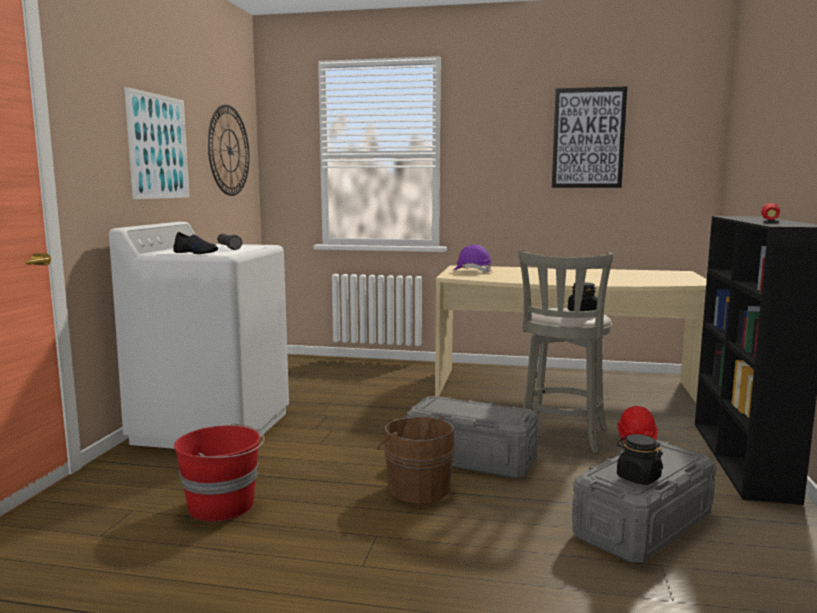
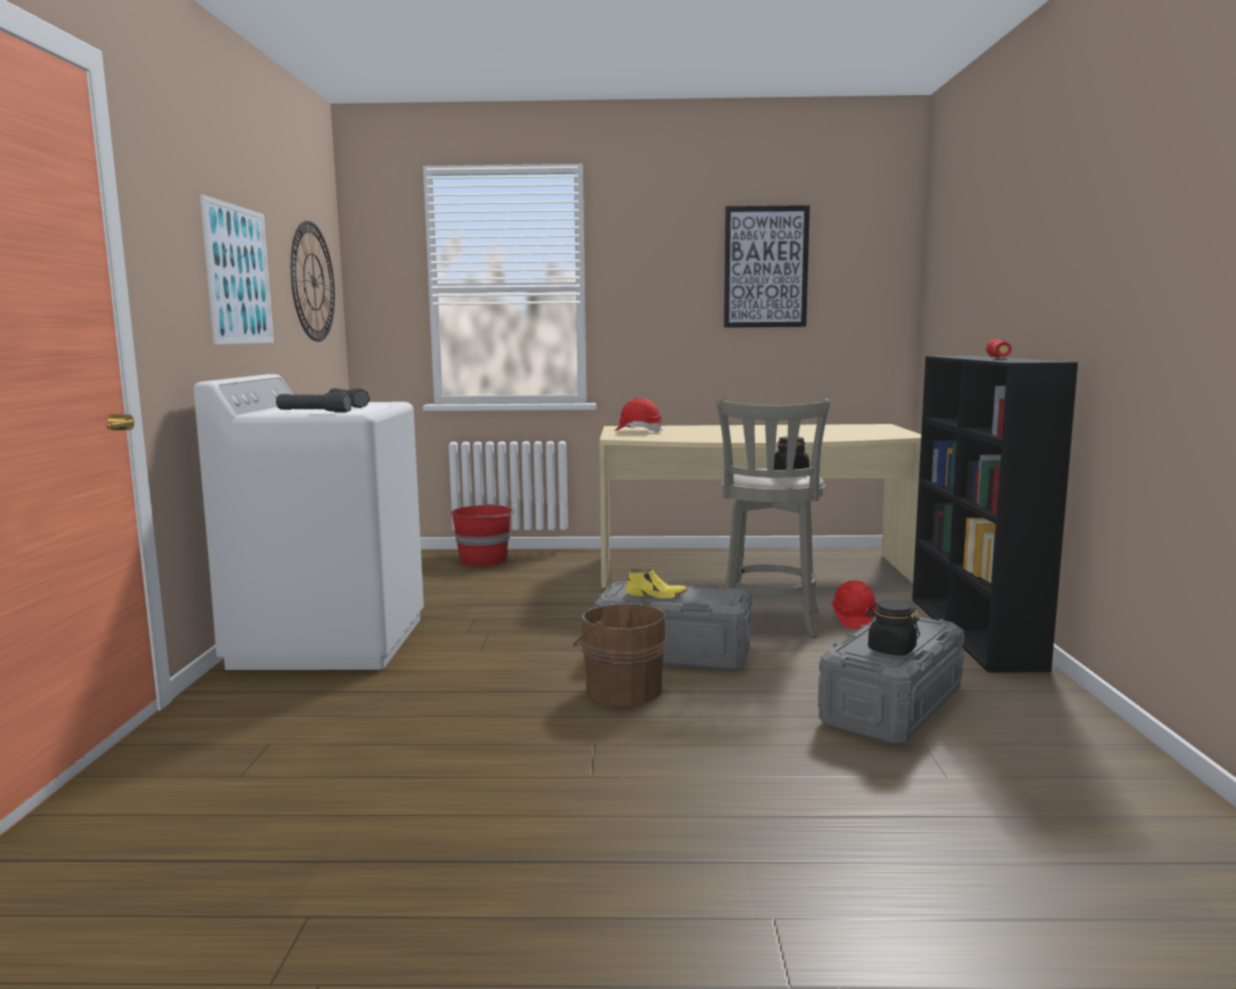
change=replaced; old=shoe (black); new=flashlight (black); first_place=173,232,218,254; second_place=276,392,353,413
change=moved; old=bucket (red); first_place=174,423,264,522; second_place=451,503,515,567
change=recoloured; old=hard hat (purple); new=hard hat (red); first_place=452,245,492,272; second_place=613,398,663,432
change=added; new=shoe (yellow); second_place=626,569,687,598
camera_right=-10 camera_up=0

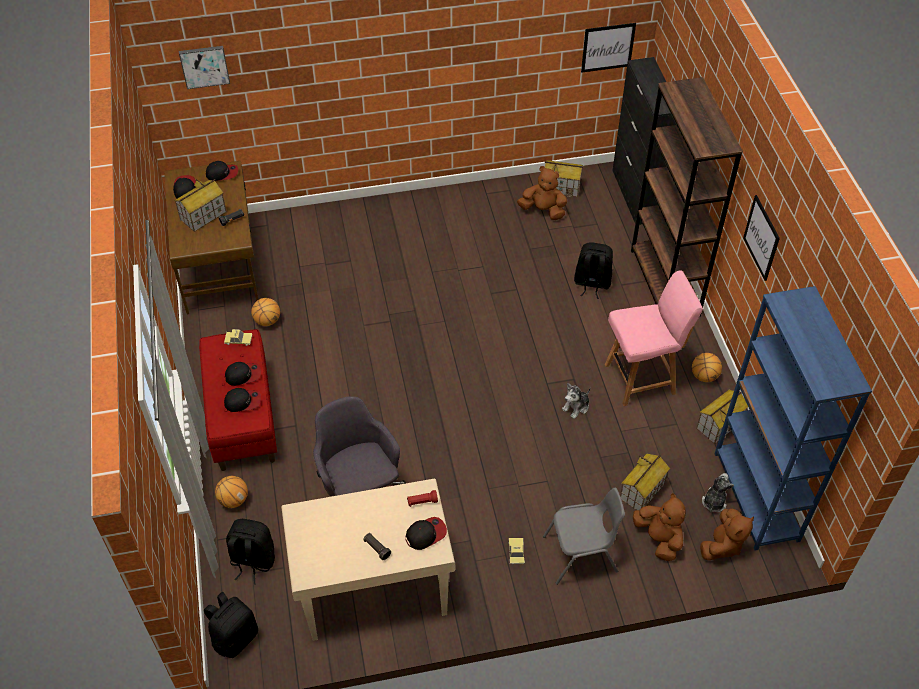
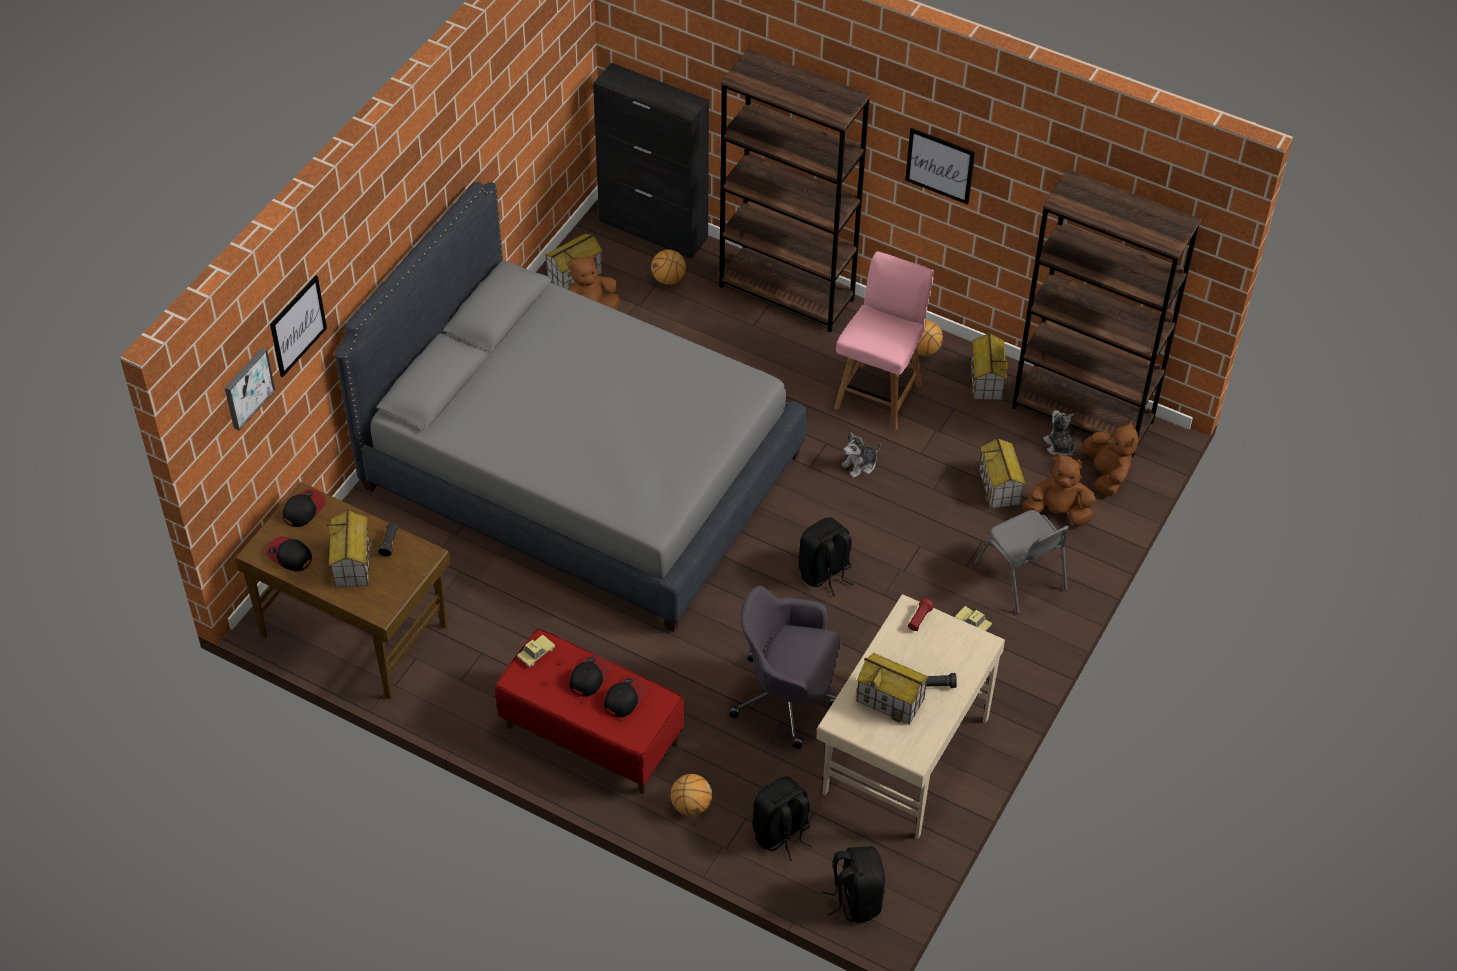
change=moved; old=picture; first_place=581,23,636,73; second_place=270,275,327,378
change=added; new=bed (grey); second_place=335,182,807,632
change=moved; old=basketball; first_place=251,298,280,326; second_place=651,250,686,285
change=moved; old=backpack (black); first_place=574,242,613,299; second_place=799,517,853,596
change=turned; old=plush toy; first_place=562,383,590,419; second_place=841,432,881,478; degrees=60
change=added; new=toy house; second_place=856,653,928,725
change=turned; old=chair (grey); first_place=543,488,625,585; second_place=974,510,1070,614; degrees=120
change=recoloured; old=bookcase (blue); new=bookcase (brown); first_place=714,286,872,550; second_place=1012,169,1201,458
change=removed; old=cap; first_place=405,517,447,550
camera_right=-50 camera_up=0

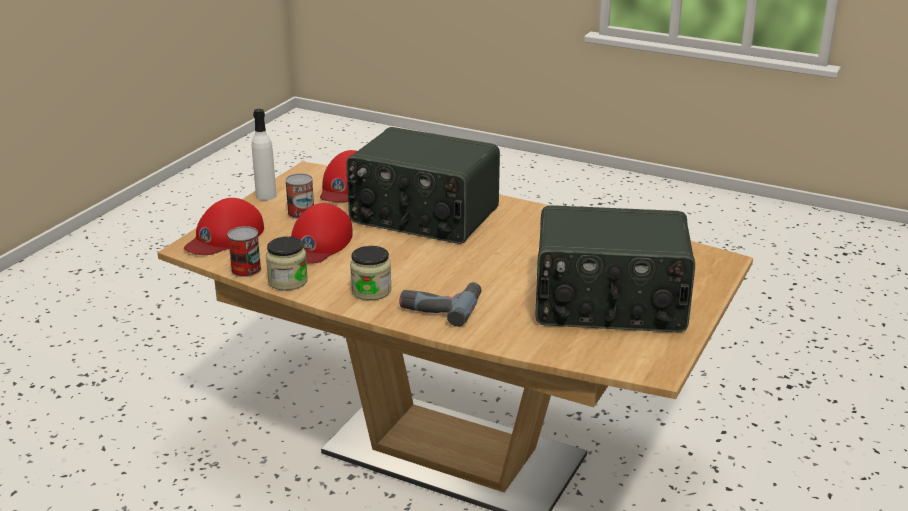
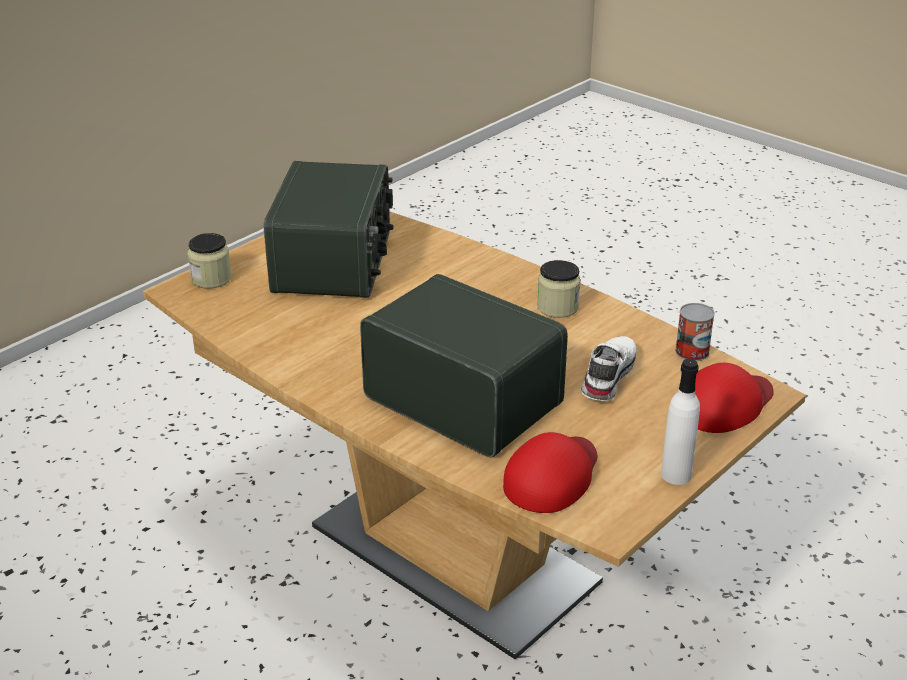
change=moved; old=jar; first_place=266,236,308,290; second_place=187,233,232,289
change=turned; old=radio; first_place=535,205,695,332; second_place=264,161,394,298; degrees=75
change=replaced; old=cap (red); new=shoe (white); first_place=291,203,353,264; second_place=581,336,637,401
change=removed; old=can; first_place=285,173,314,219
change=removed; old=power drill; first_place=399,282,481,327
camera_right=-165 camera_up=5

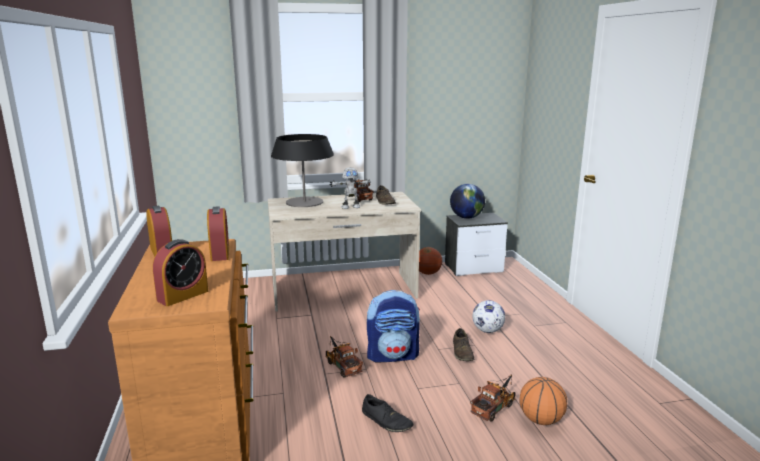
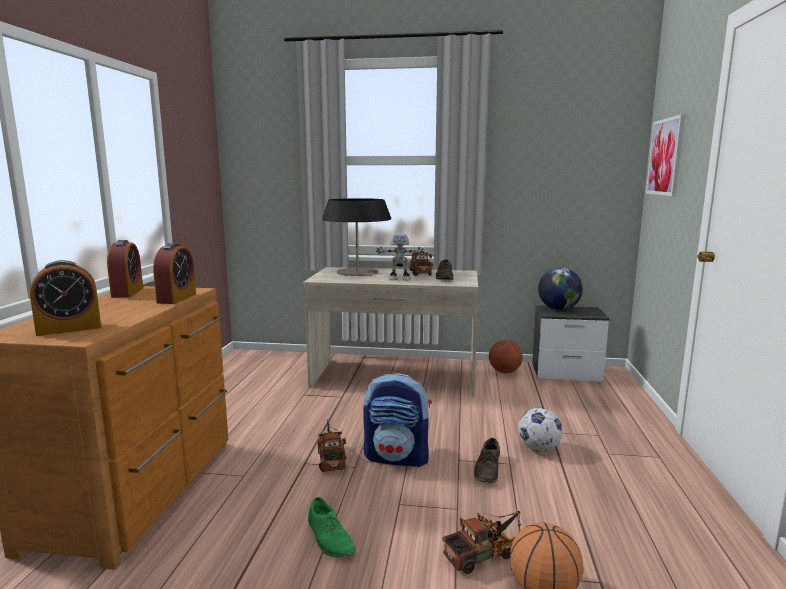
change=recoloured; old=shoe (black); new=shoe (green); first_place=362,394,413,432; second_place=308,497,356,557
change=added; new=picture; second_place=646,114,685,196
camera_right=20 camera_up=-5

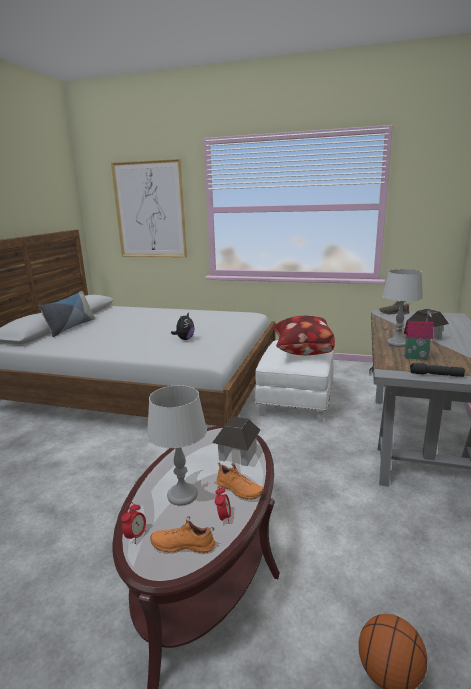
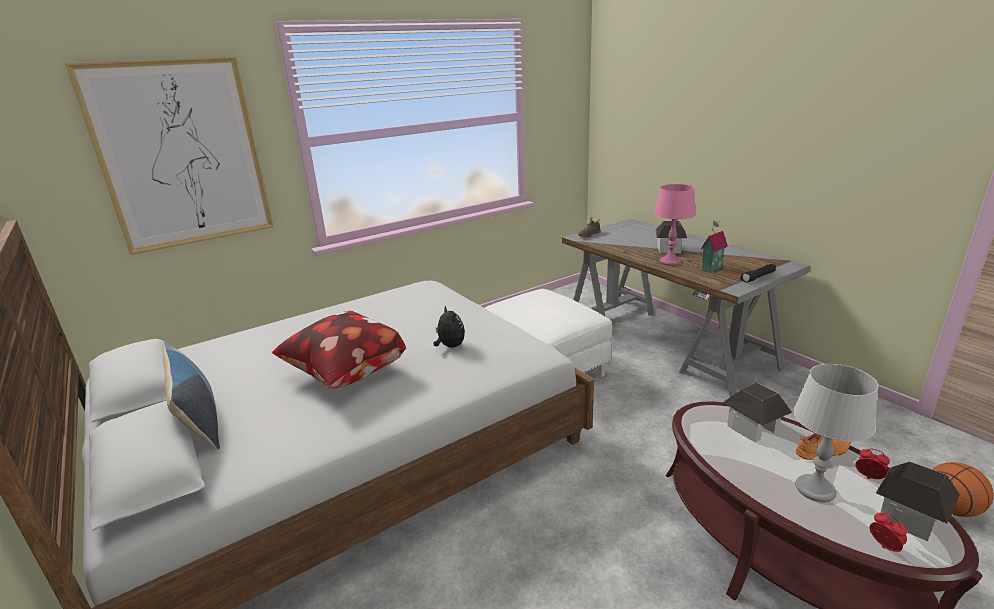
change=moved; old=pillow; first_place=273,316,335,355; second_place=272,311,406,388
change=recoloured; old=table lamp (grey); new=table lamp (pink); first_place=382,269,423,347; second_place=654,184,696,266
change=replaced; old=shoe (orange); new=toy house; first_place=150,516,215,554; second_place=876,462,960,541
camera_right=-50 camera_up=5

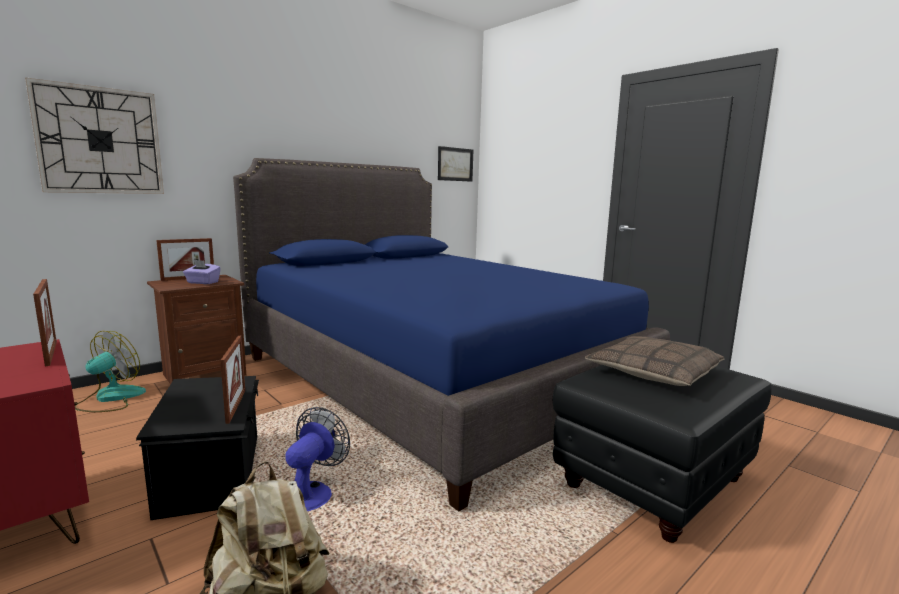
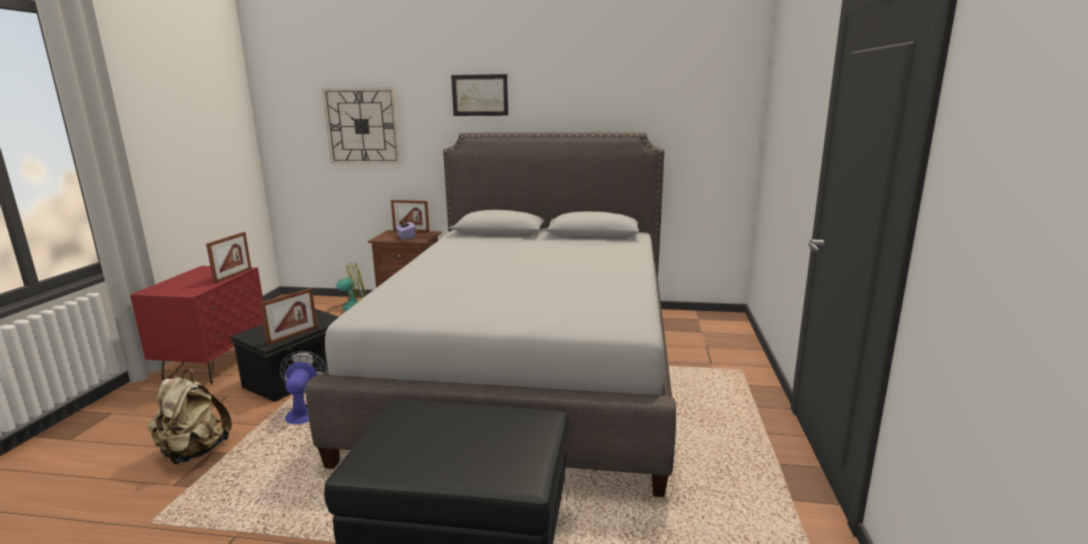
change=turned; old=fan; first_place=285,407,350,511; second_place=280,351,327,424; degrees=-75
change=recoloured; old=bed (blue); new=bed (grey); first_place=233,158,670,512; second_place=306,132,676,497
change=moved; old=picture; first_place=438,146,473,182; second_place=451,74,508,116
change=removed; old=pillow; first_place=585,336,724,386
camera_right=50 camera_up=5

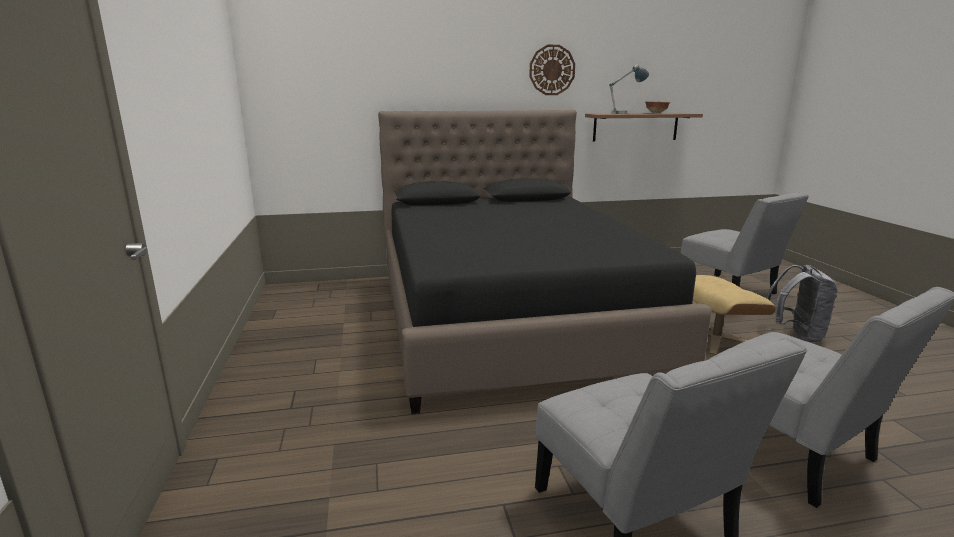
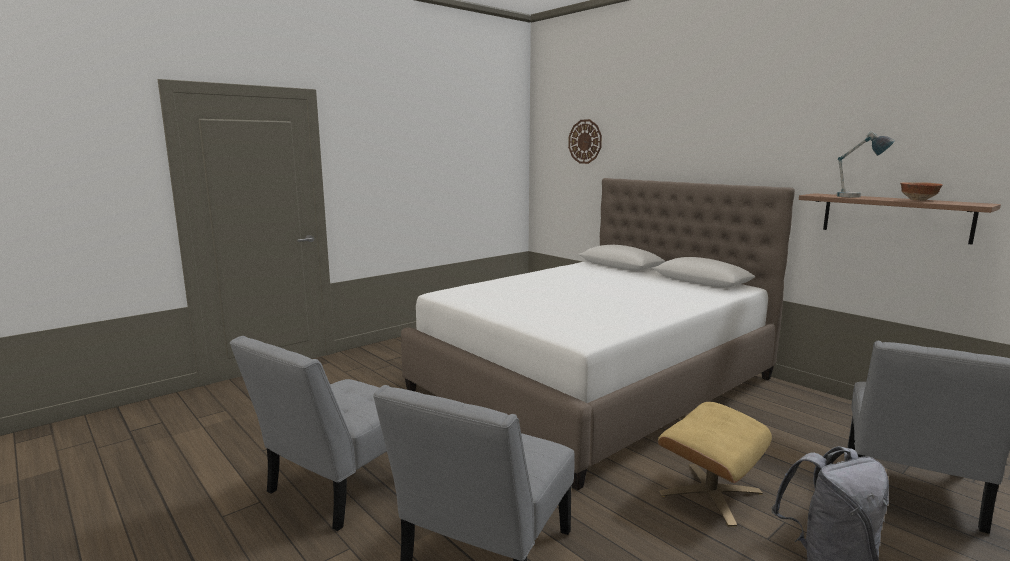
change=recoloured; old=bed (black); new=bed (white); first_place=378,110,712,414; second_place=401,178,795,490
change=moved; old=wall clock; first_place=529,45,575,95; second_place=568,119,602,164
camera_right=60 camera_up=-5

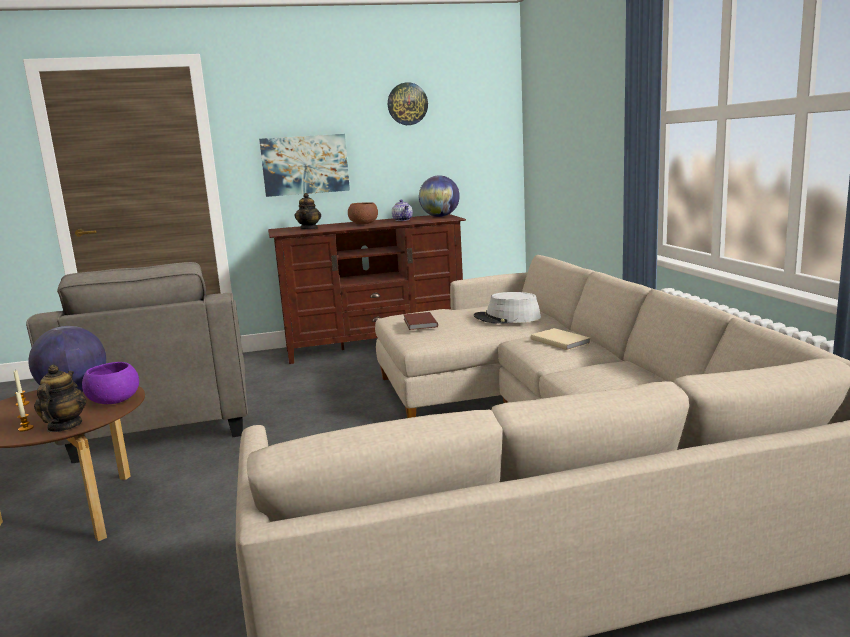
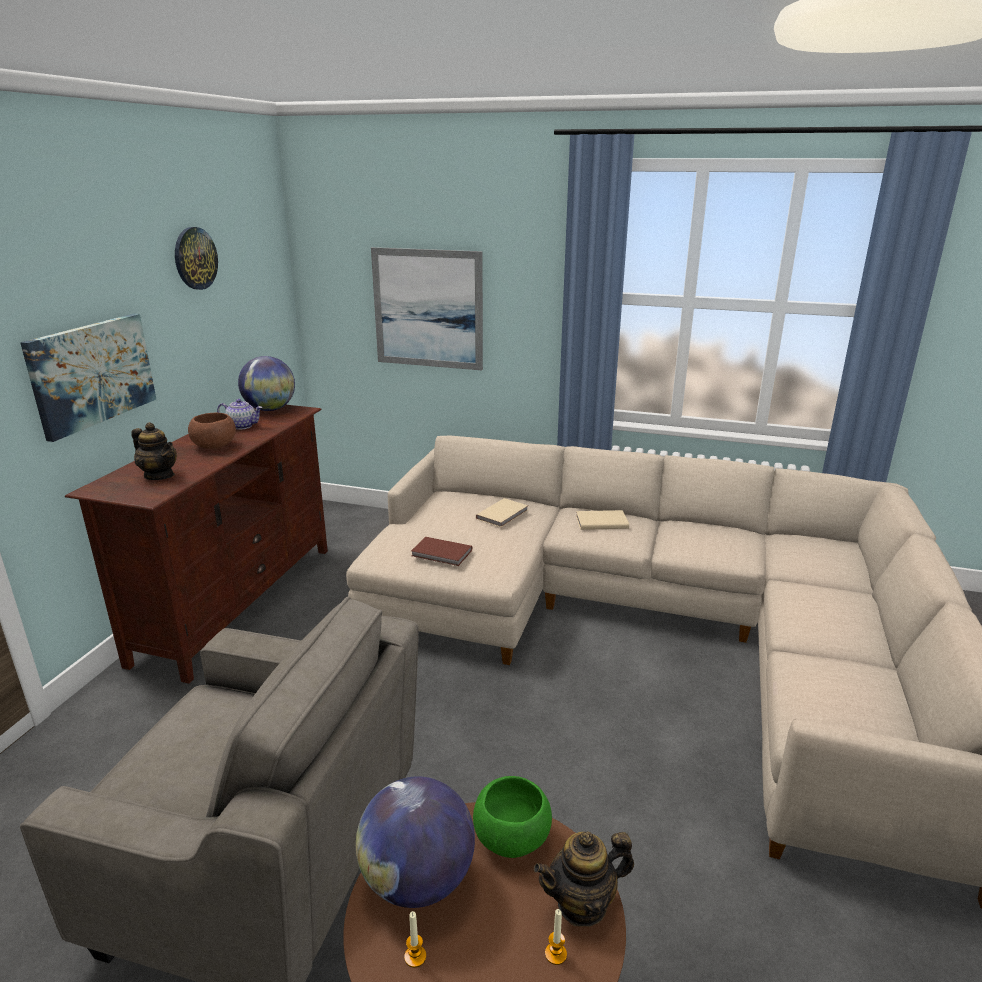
change=added; new=picture; second_place=371,247,483,370
change=recoloured; old=bowl (purple); new=bowl (green); first_place=82,362,139,404; second_place=473,776,552,858
change=replaced; old=hat (grey); new=book (beige); first_place=474,292,541,324; second_place=476,498,528,527
change=turned; old=teapot; first_place=34,365,86,432; second_place=534,831,634,927; degrees=-45
camera_right=-60 camera_up=10

